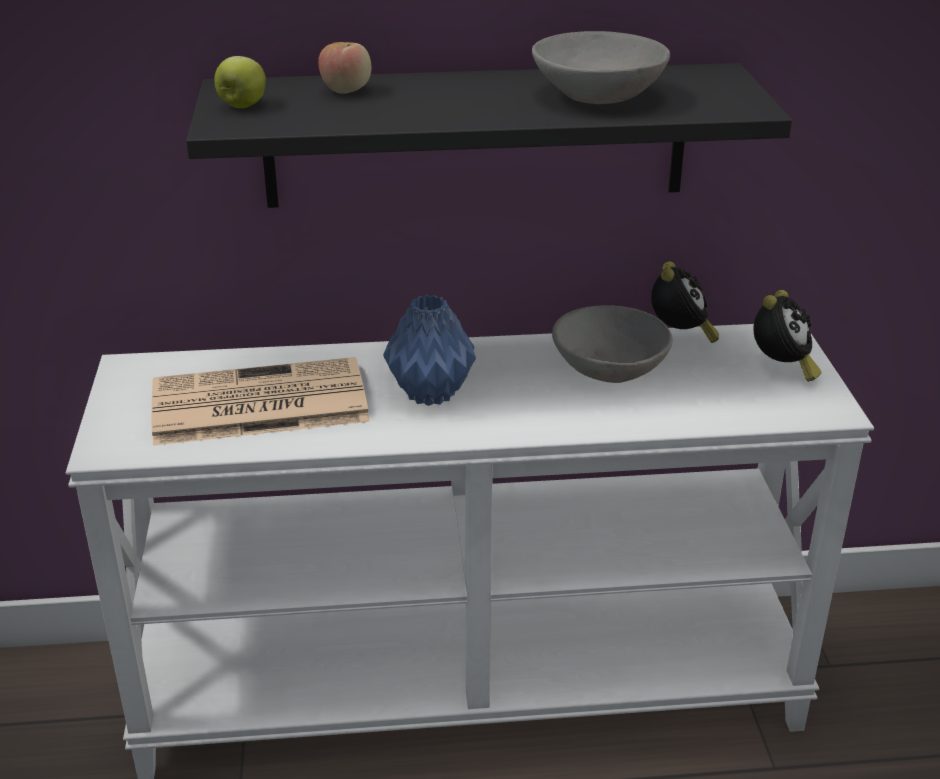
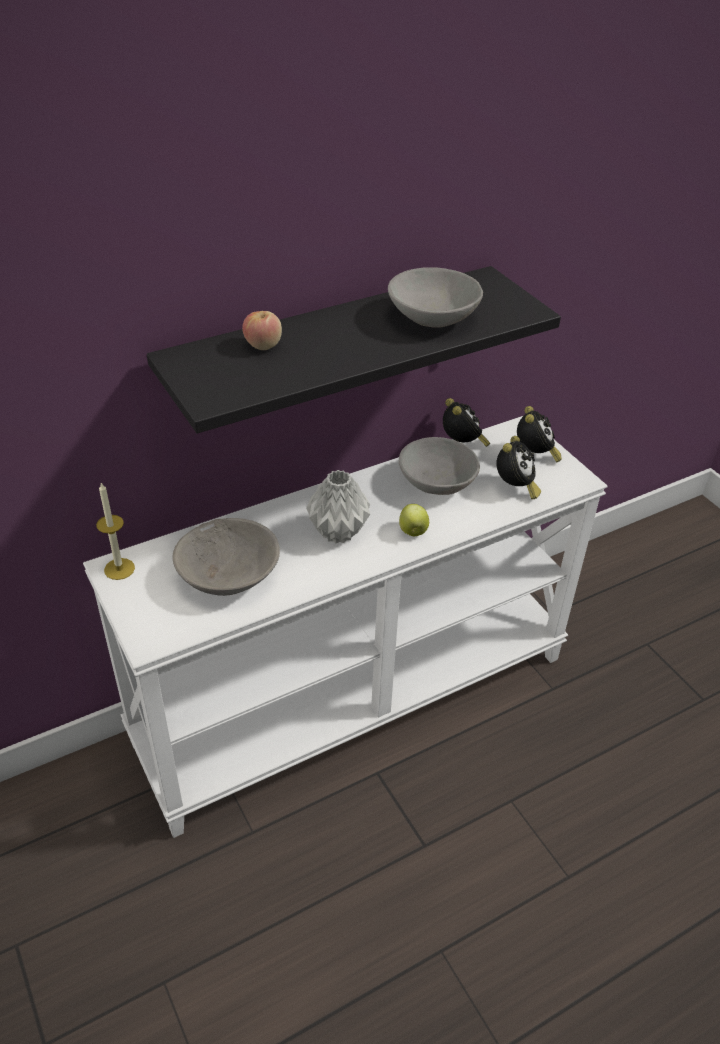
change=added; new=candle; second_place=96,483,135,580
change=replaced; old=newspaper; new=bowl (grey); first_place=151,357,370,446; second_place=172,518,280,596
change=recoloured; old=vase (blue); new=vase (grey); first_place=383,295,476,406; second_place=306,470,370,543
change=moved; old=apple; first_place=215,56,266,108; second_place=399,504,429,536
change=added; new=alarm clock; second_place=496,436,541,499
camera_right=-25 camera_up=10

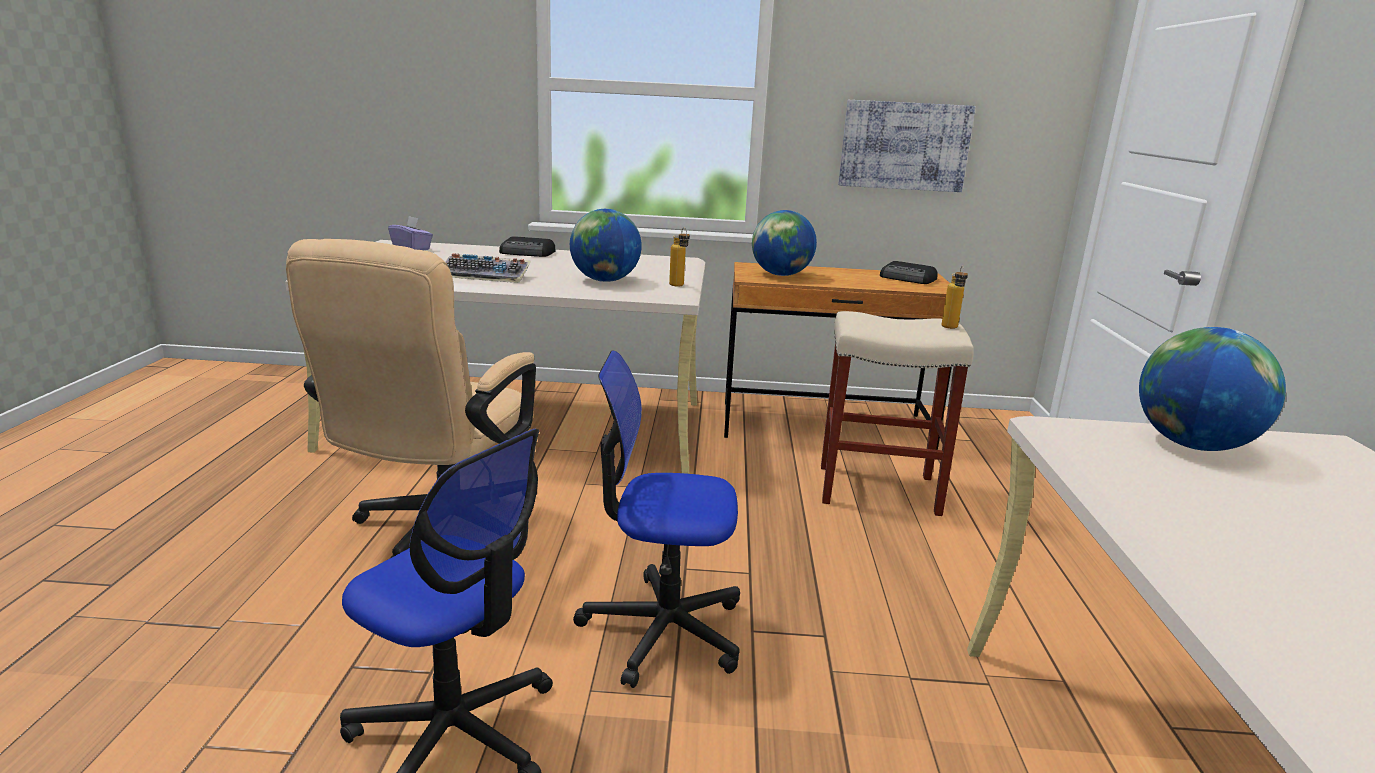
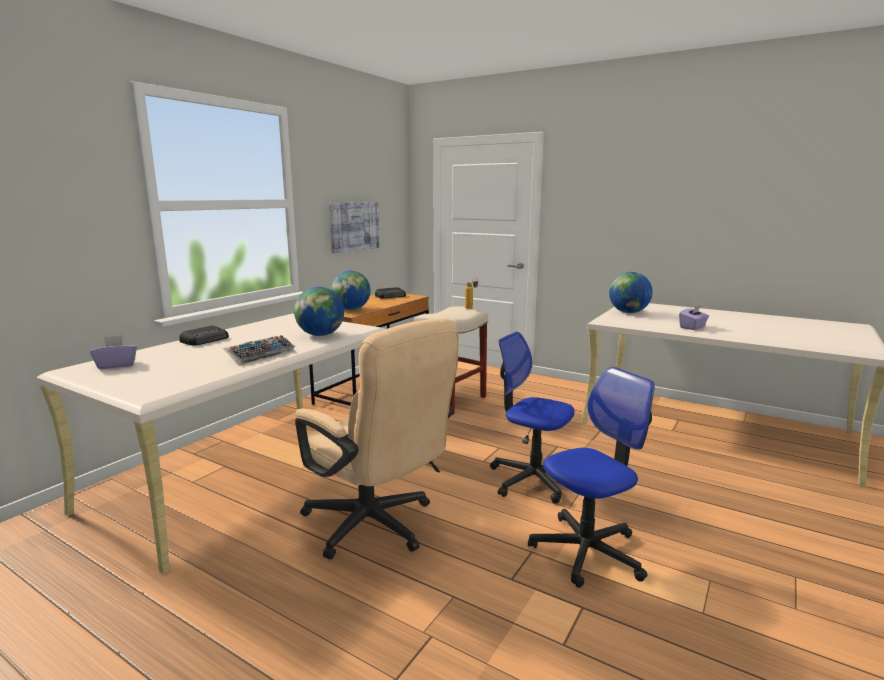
change=turned; old=office chair; first_place=573,351,740,688; second_place=490,332,575,504; degrees=90
change=added; new=tissue box (purple); second_place=679,305,709,330
change=removed; old=bottle; first_place=669,228,690,287
camera_right=-60 camera_up=-5

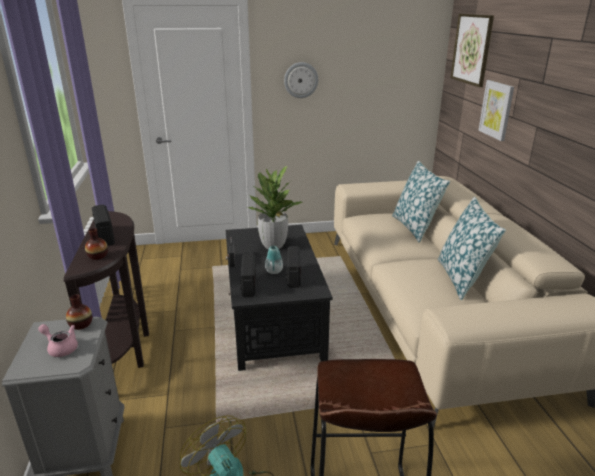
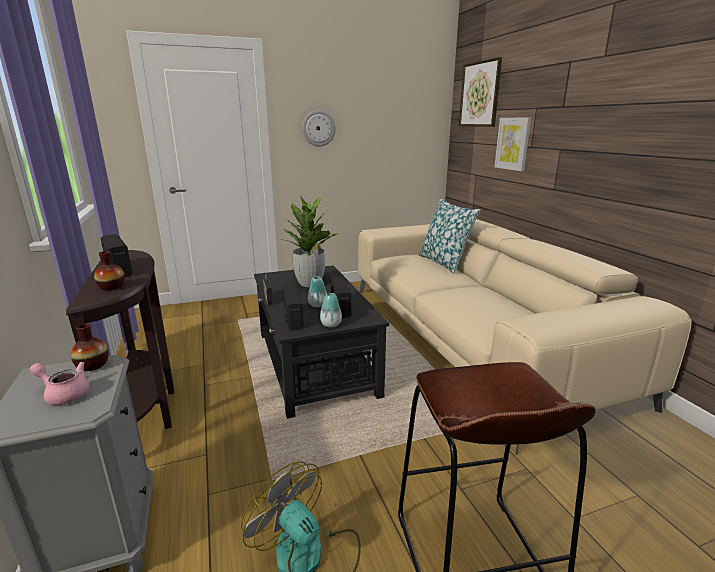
change=added; new=vase; second_place=320,293,342,327
change=removed; old=pillow; first_place=438,197,506,300
camera_right=-10 camera_up=-5

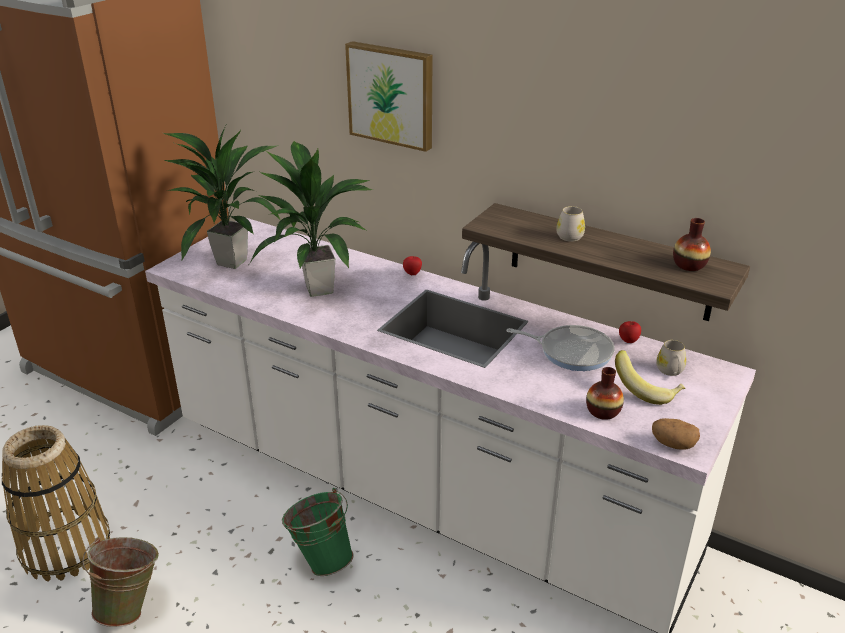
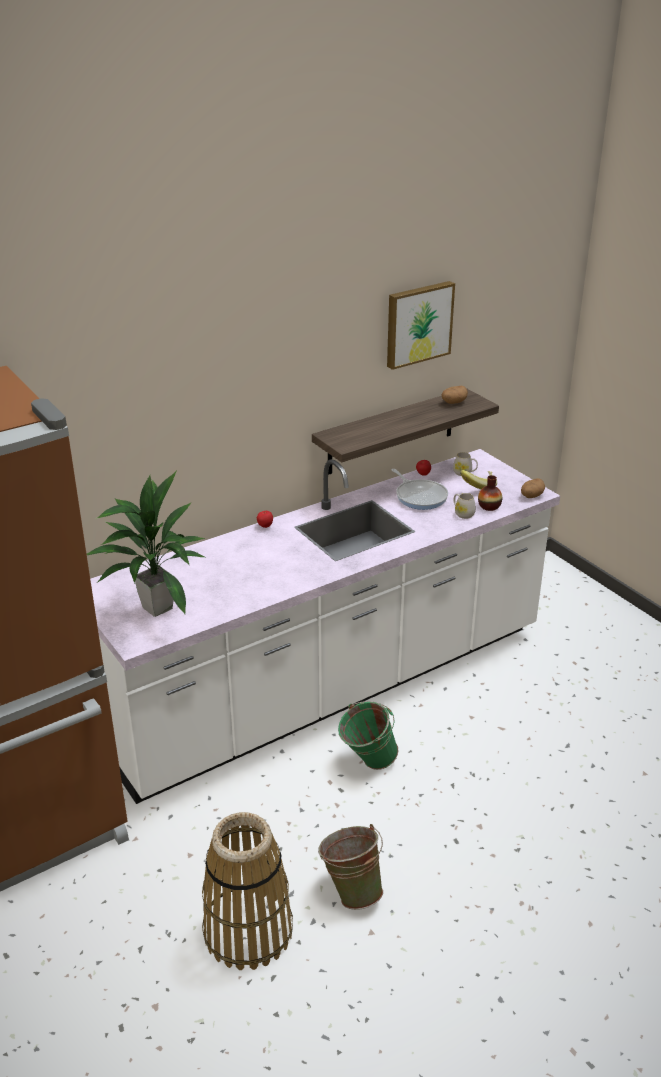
change=moved; old=picture; first_place=345,41,432,152; second_place=387,281,455,370
change=turned; old=frying pan; first_place=507,325,615,371; second_place=391,469,448,510; degrees=105
change=replaced; old=vase; new=potato; first_place=673,218,711,271; second_place=442,386,468,404
change=moved; old=mug (white); first_place=557,206,585,242; second_place=454,493,476,519
change=removed; old=potted plant; first_place=249,141,373,297
camera_right=-65 camera_up=0

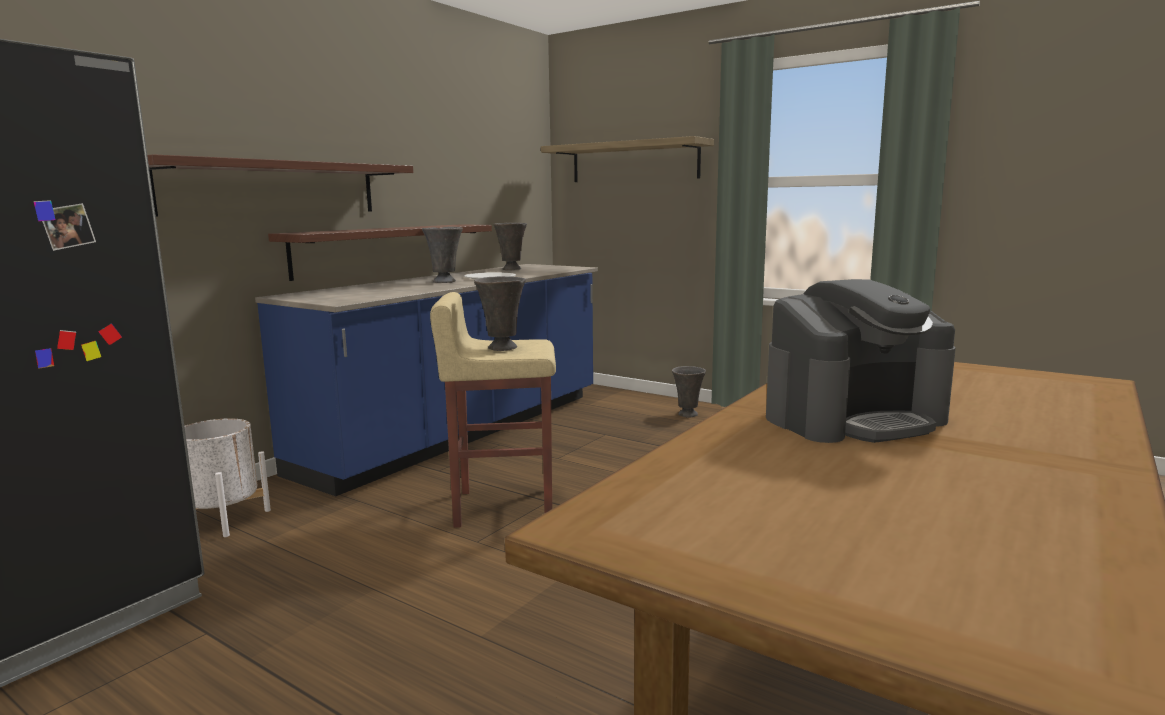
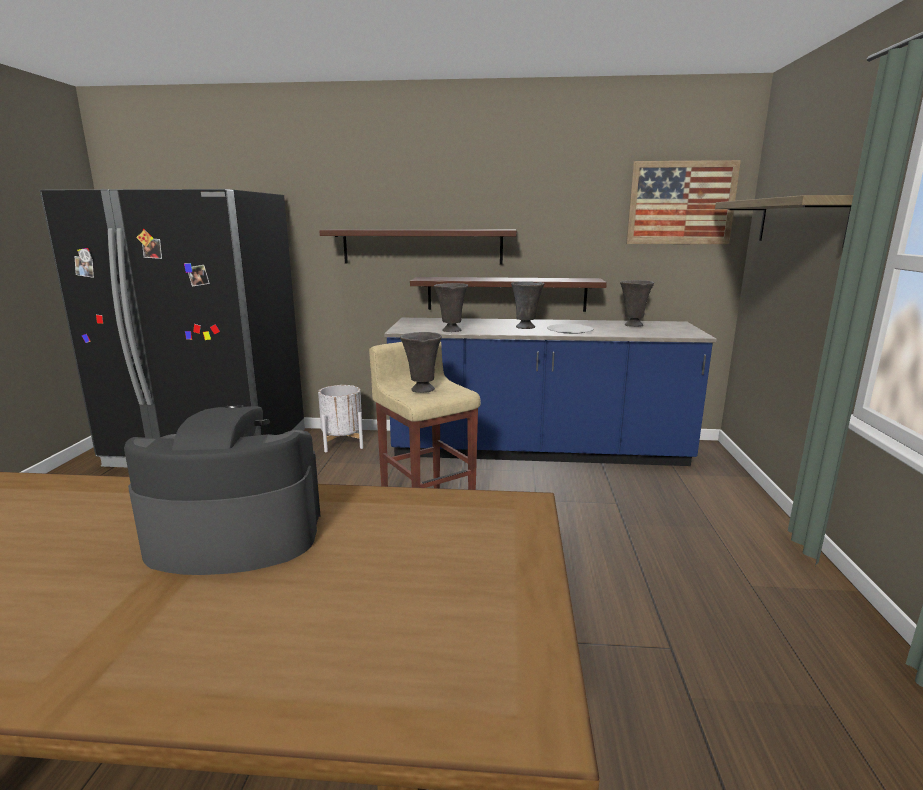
change=turned; old=coffee machine; first_place=766,279,956,443; second_place=124,405,321,575; degrees=135
change=moved; old=vase (grey); first_place=672,366,706,418; second_place=434,283,468,332
change=added; new=picture; second_place=626,160,741,244
camera_right=60 camera_up=5

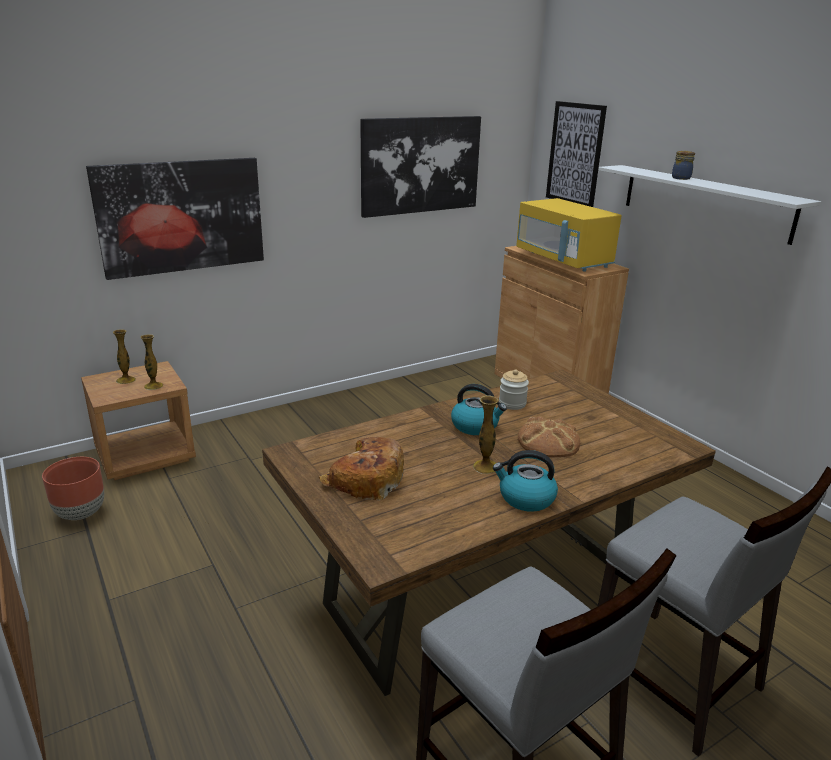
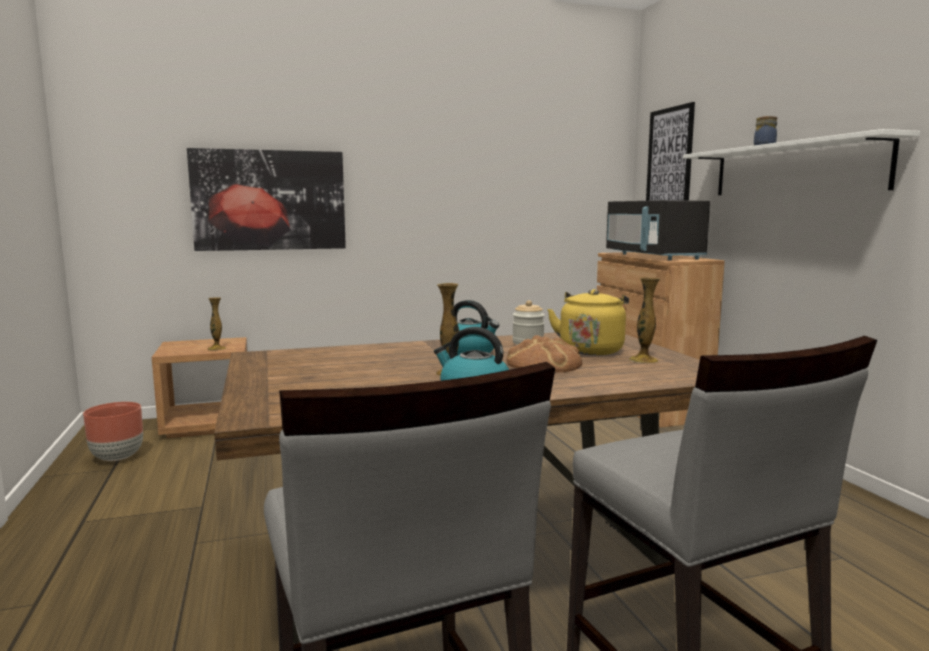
change=added; new=kettle (yellow); second_place=547,289,629,355
change=recoloured; old=microwave (yellow); new=microwave (black); first_place=516,198,621,272; second_place=606,200,710,260
change=moved; old=vase; first_place=113,329,136,384; second_place=629,277,660,363
change=removed; old=bread; first_place=319,437,404,501
change=removed; old=picture; first_place=360,116,481,218
camera_right=15 camera_up=-15

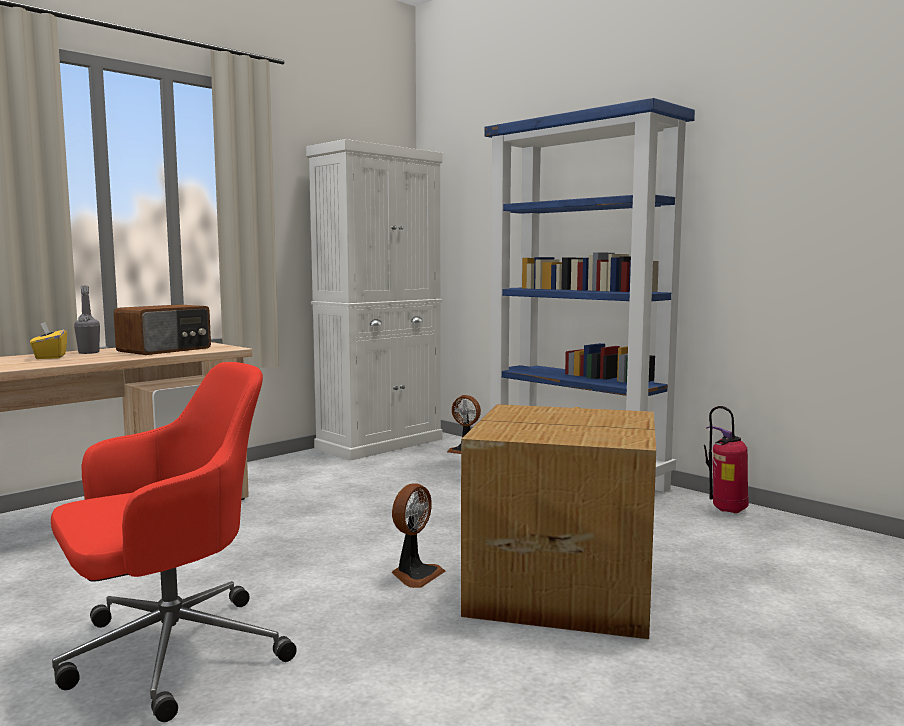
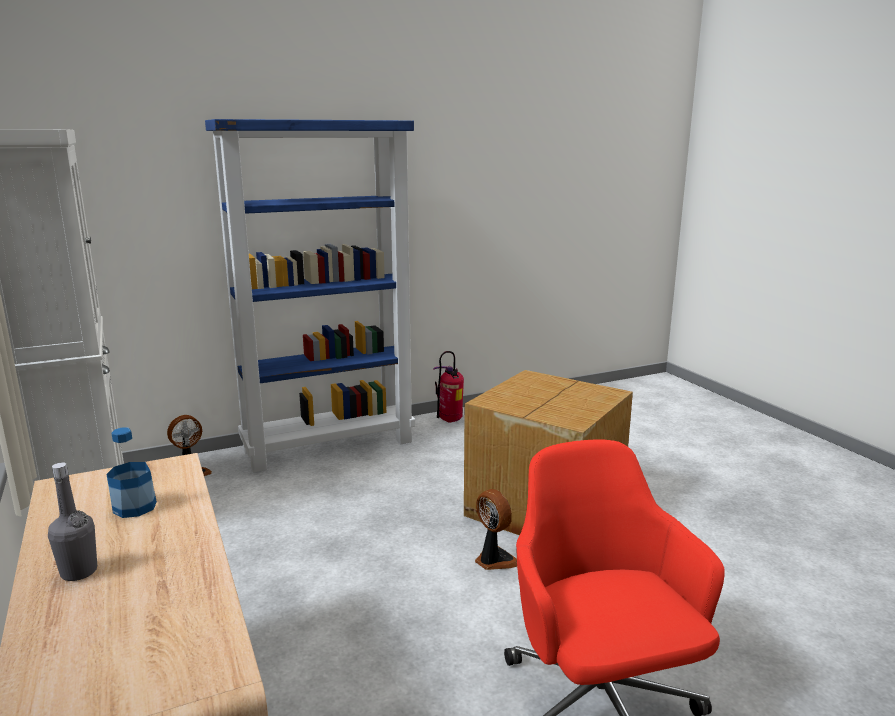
change=replaced; old=radio; new=bottle; first_place=114,304,211,355; second_place=107,428,157,518
change=removed; old=tissue box (yellow); first_place=30,322,67,359
camera_right=-70 camera_up=10

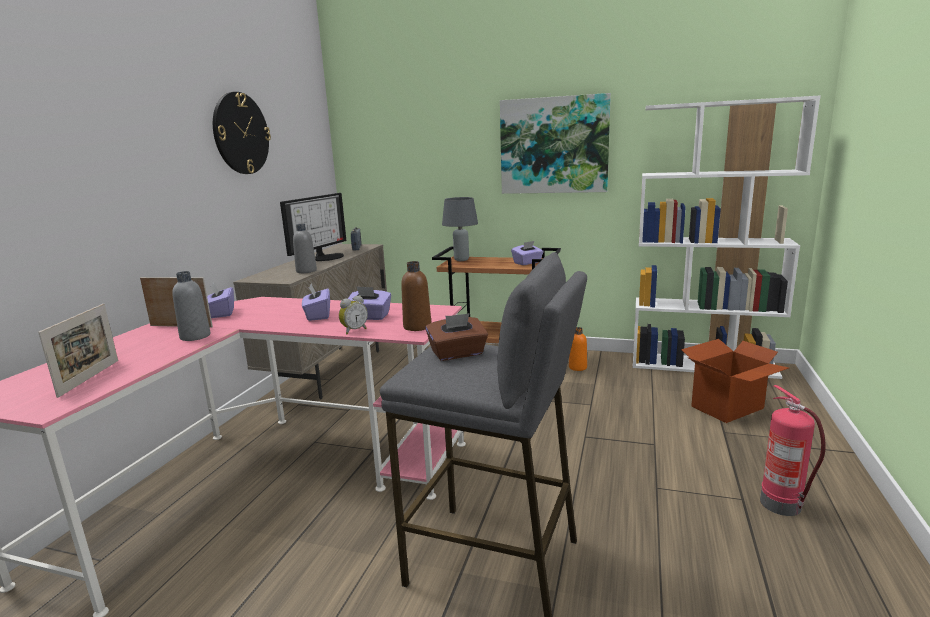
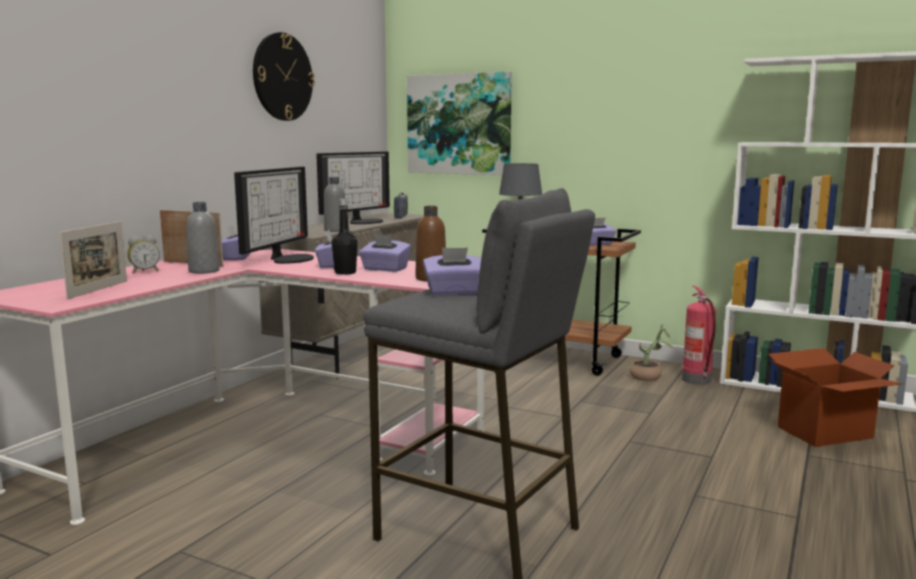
change=moved; old=alarm clock; first_place=339,295,368,334; second_place=127,235,160,274
change=added; new=monitor; second_place=234,167,314,264
change=added; new=bottle (black); second_place=332,198,358,275
change=moved; old=picture; first_place=500,93,611,194; second_place=407,71,512,175
change=recoloured; old=tissue box (brown); new=tissue box (purple); first_place=425,313,488,361; second_place=423,247,481,295
change=replaced; old=bottle (orange); new=potted plant; first_place=569,327,587,371; second_place=630,324,673,381
change=moved; old=fire extinguisher; first_place=760,385,826,516; second_place=682,286,716,385
camera_right=10 camera_up=-5

